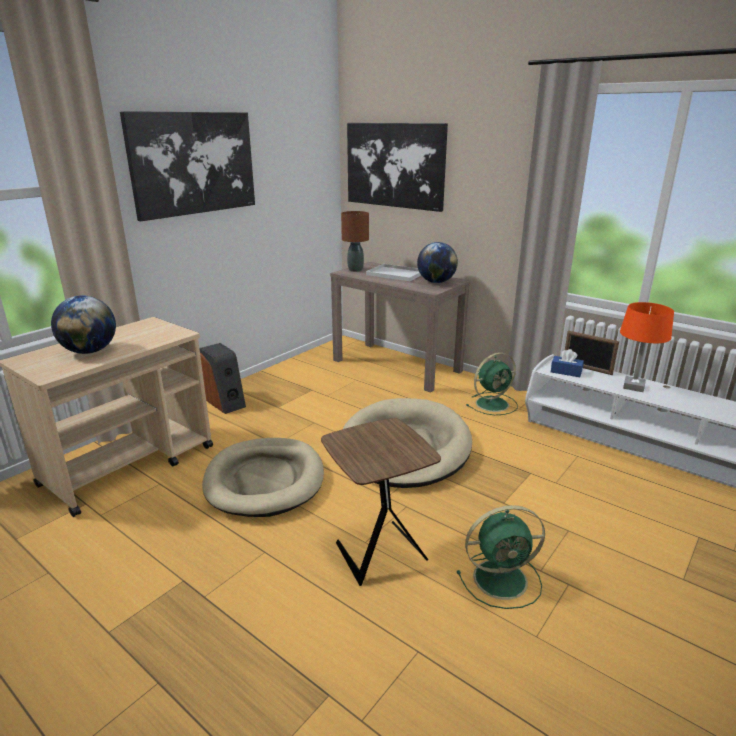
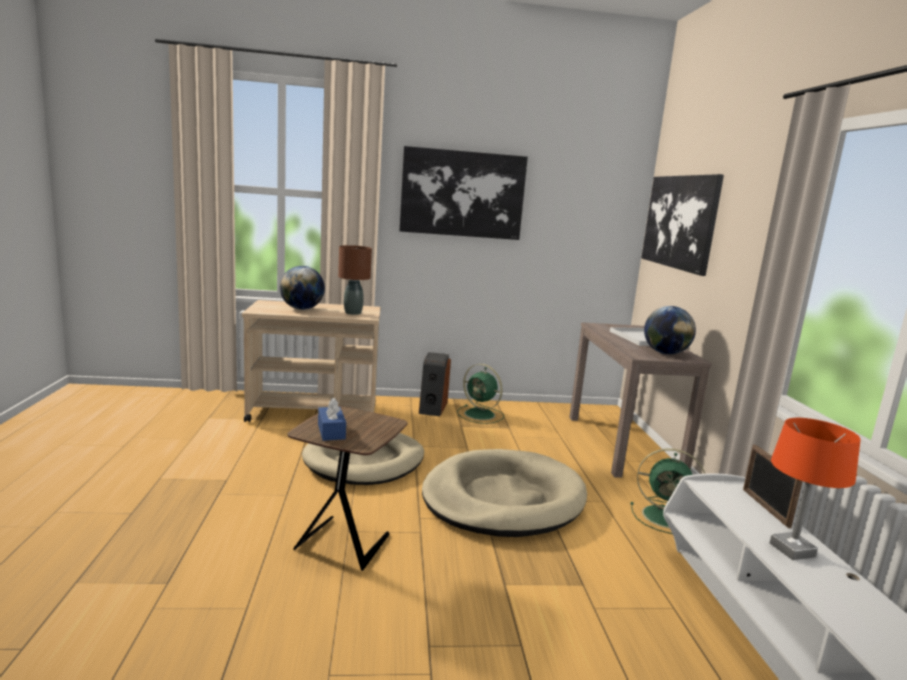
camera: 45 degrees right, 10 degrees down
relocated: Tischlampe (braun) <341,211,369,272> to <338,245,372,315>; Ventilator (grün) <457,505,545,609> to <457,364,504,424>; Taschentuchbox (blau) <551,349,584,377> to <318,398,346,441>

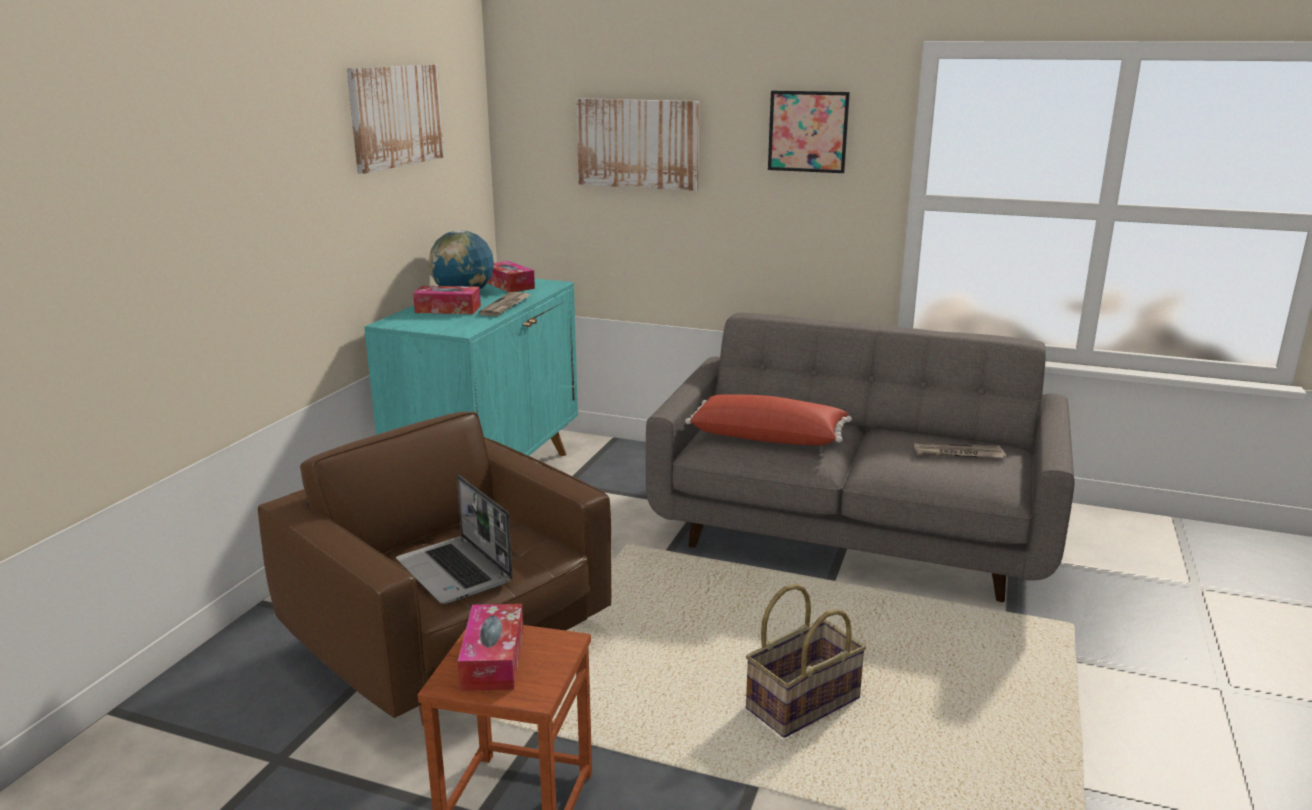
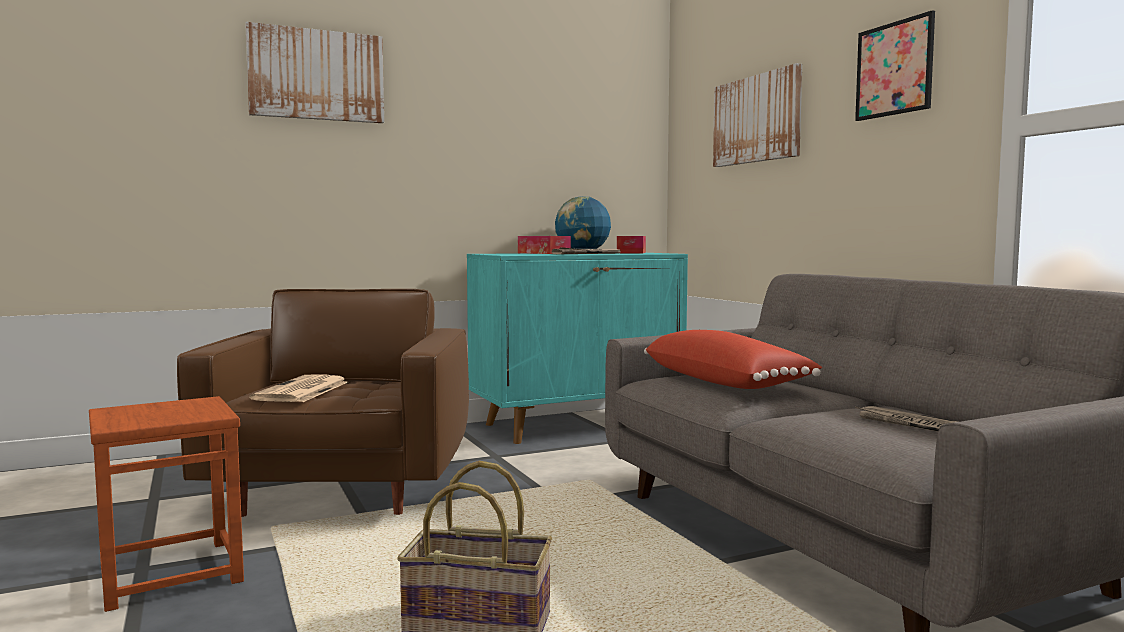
camera: 45 degrees right, 15 degrees down
missing: Taschentuchbox <458,604,524,691>
relocated: Bild <347,64,445,174> to <245,22,384,123>
exchanged: Laptop <396,475,513,604> to Zeitung <249,374,348,402>

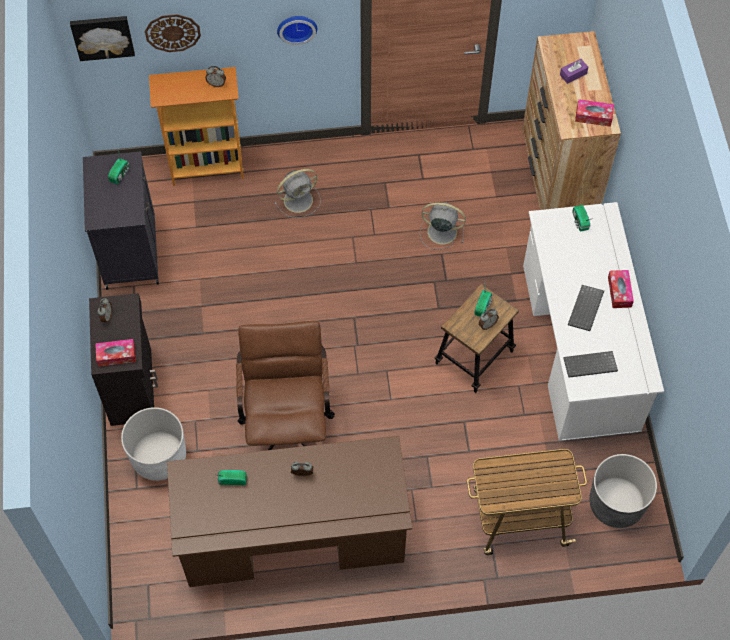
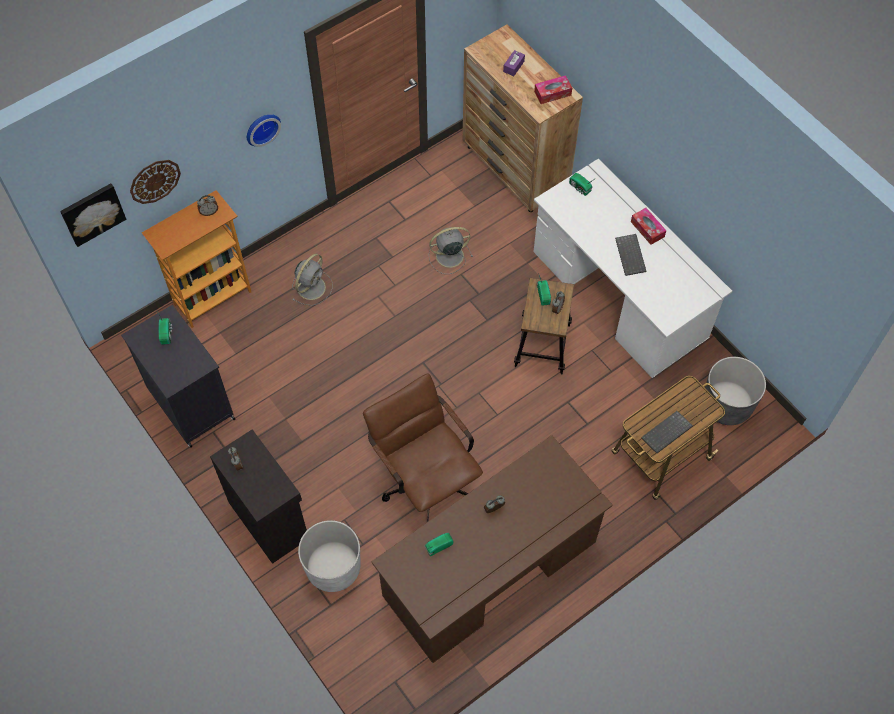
camera: 30 degrees left, 0 degrees up
missing: Taschentuchbox <95,339,136,367>
relocated: Tastatur <563,351,618,378> to <641,411,693,453>

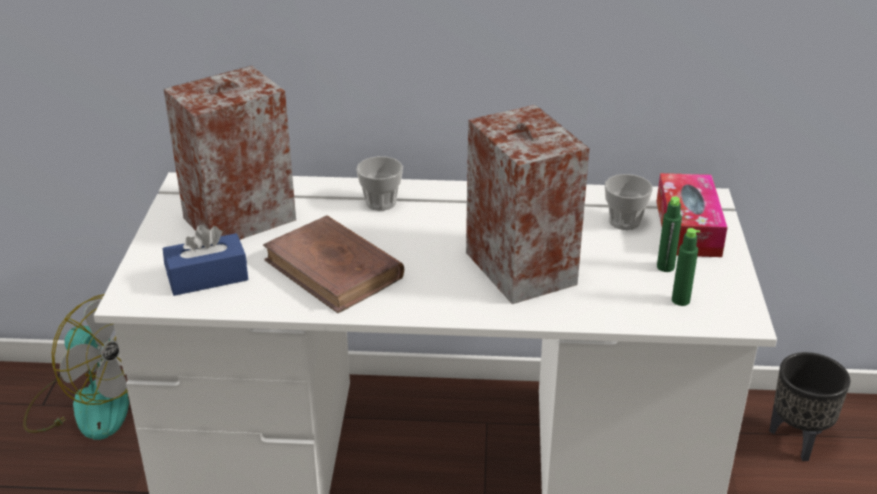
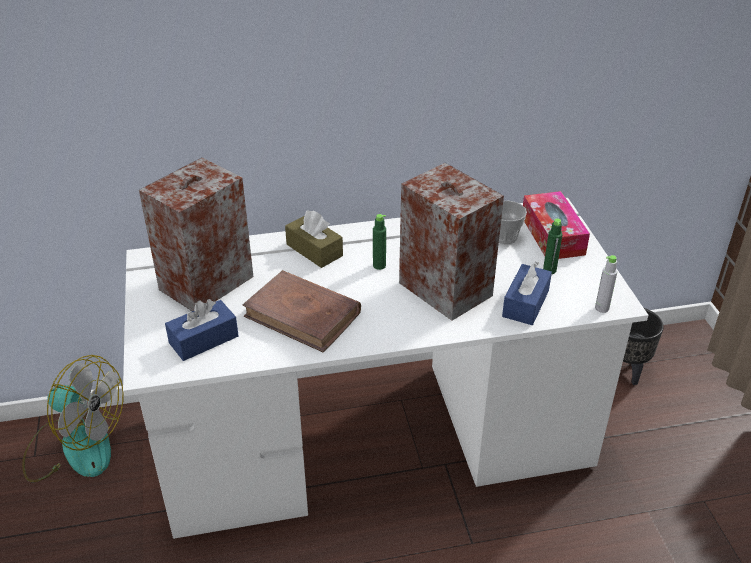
camera: 15 degrees left, 5 degrees up
appeared: Taschentuchbox (blau) <502,261,552,325>; Flasche (grau) <595,255,618,313>
relocated: Flasche (grün) <672,228,700,306> to <373,214,386,270>
exchanged: Tasse <356,156,403,211> to Taschentuchbox (braun) <285,210,343,268>

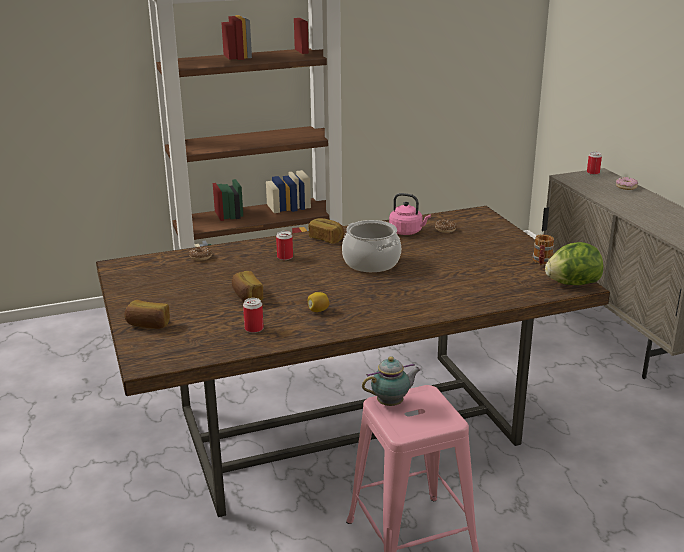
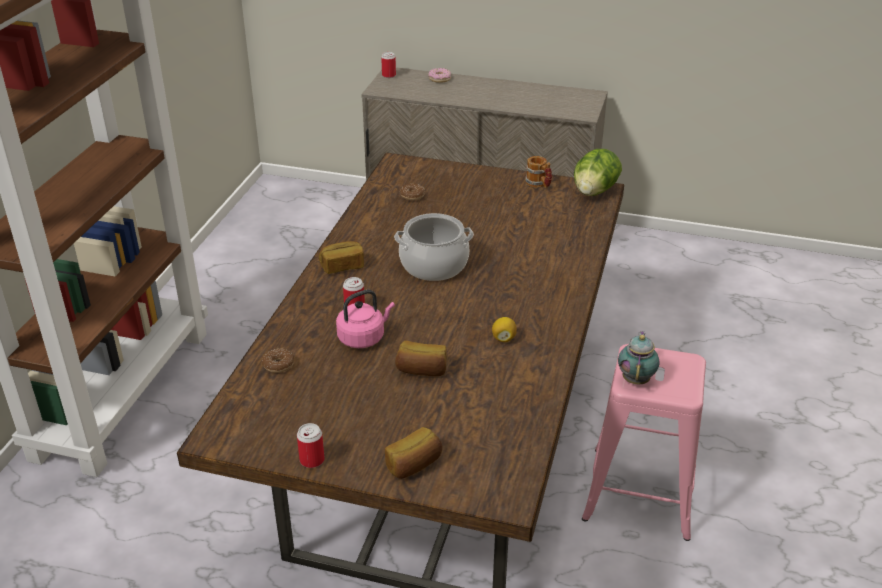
camera: 55 degrees left, 10 degrees up
relocated: Dose <243,298,264,333> to <297,423,325,468>; Wasserkessel (rosa) <389,193,431,235> to <336,290,395,348>

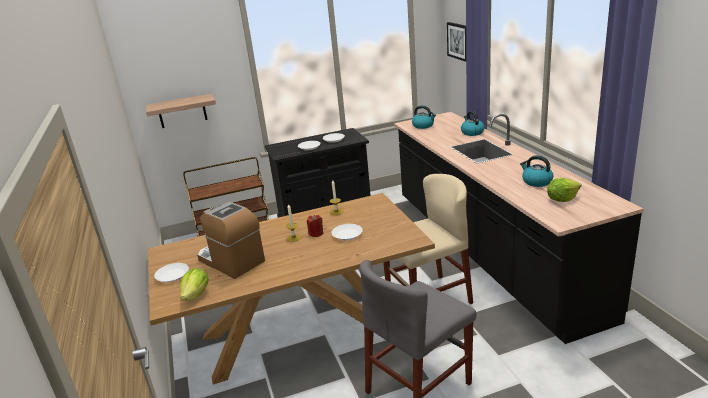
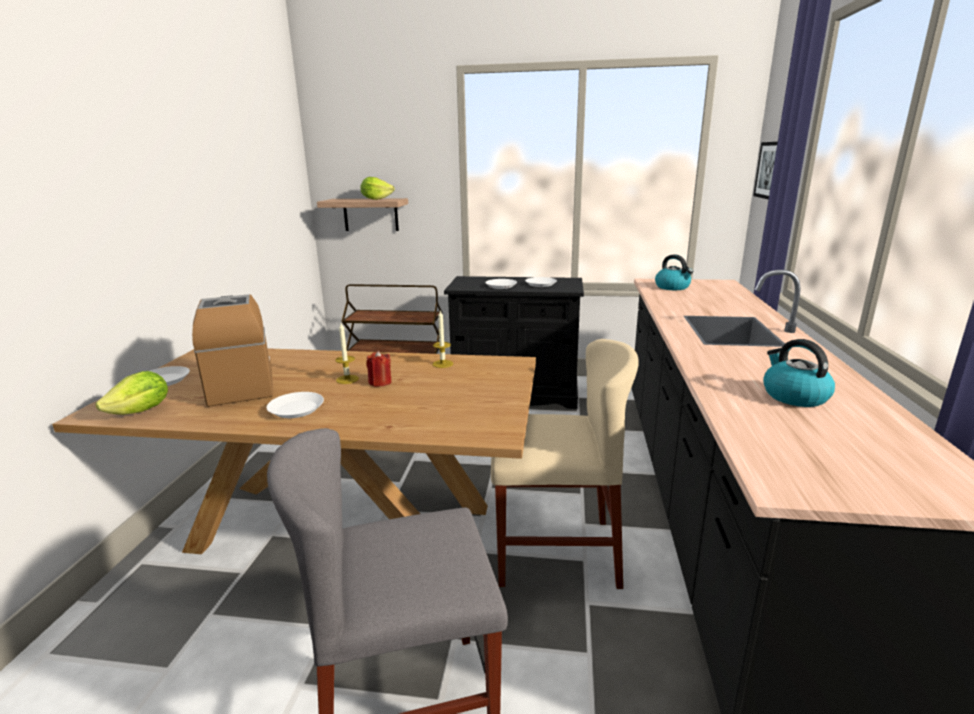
camera: 25 degrees right, 5 degrees down
missing: Wasserkessel <461,111,485,136>
relocated: Teller (weiß) <332,224,363,240> to <266,392,324,418>; Salatkopf <547,178,581,202> to <360,177,395,200>

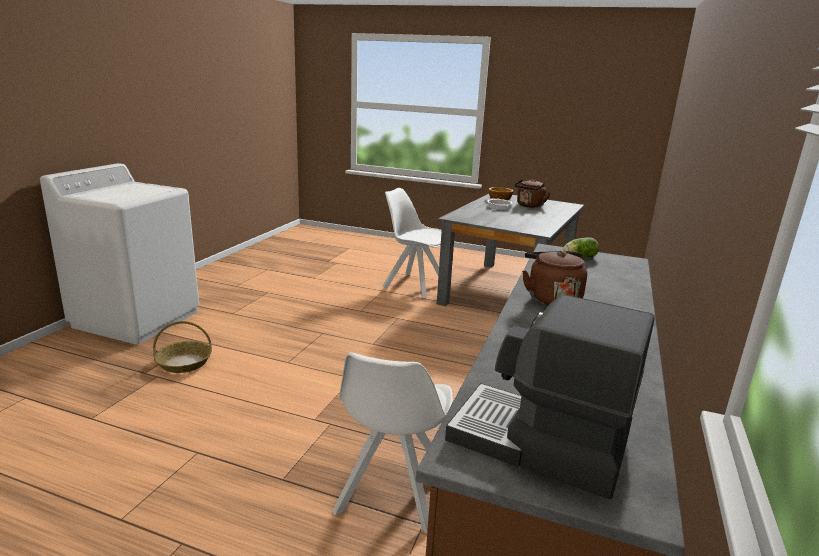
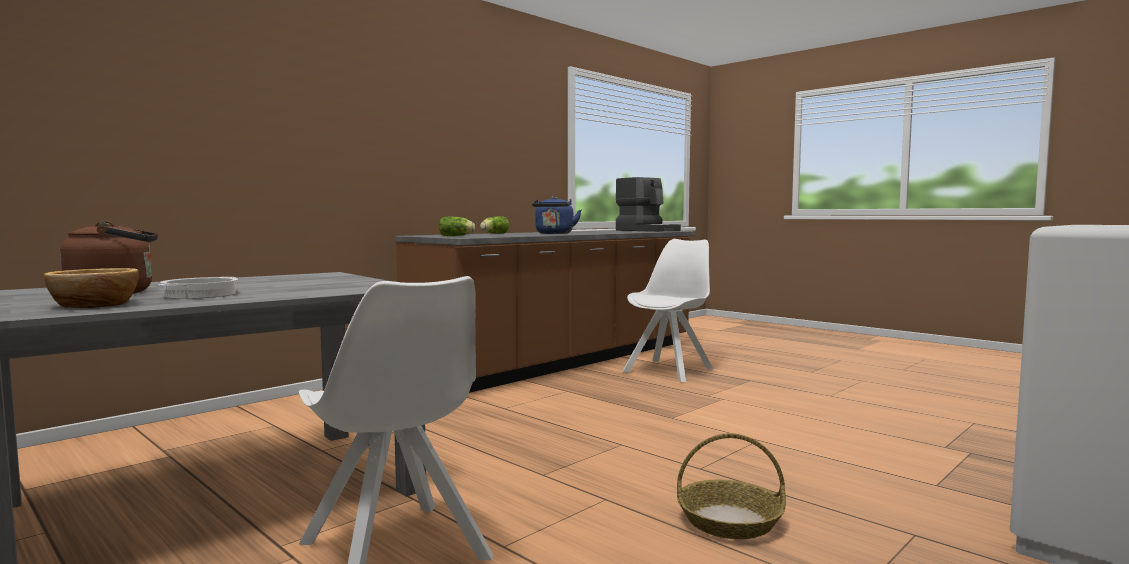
camera: 155 degrees left, 15 degrees down
appeared: Salatkopf <480,216,509,234>
relocated: Korb <153,321,212,373> to <677,433,786,539>
colour: Wasserkessel (braun) <522,251,587,306> to Wasserkessel (blau) <532,196,581,234>

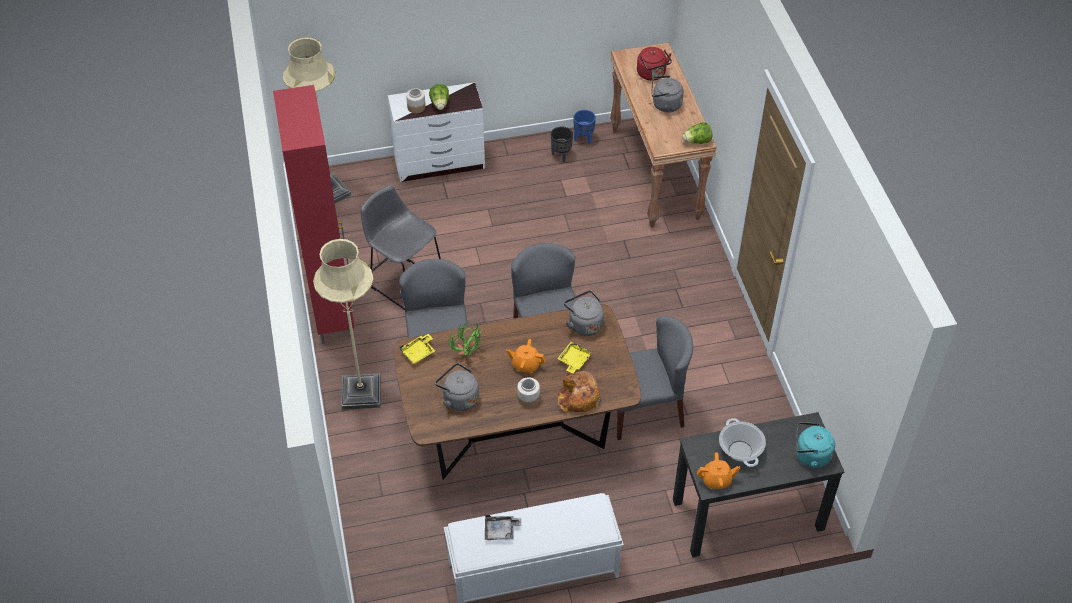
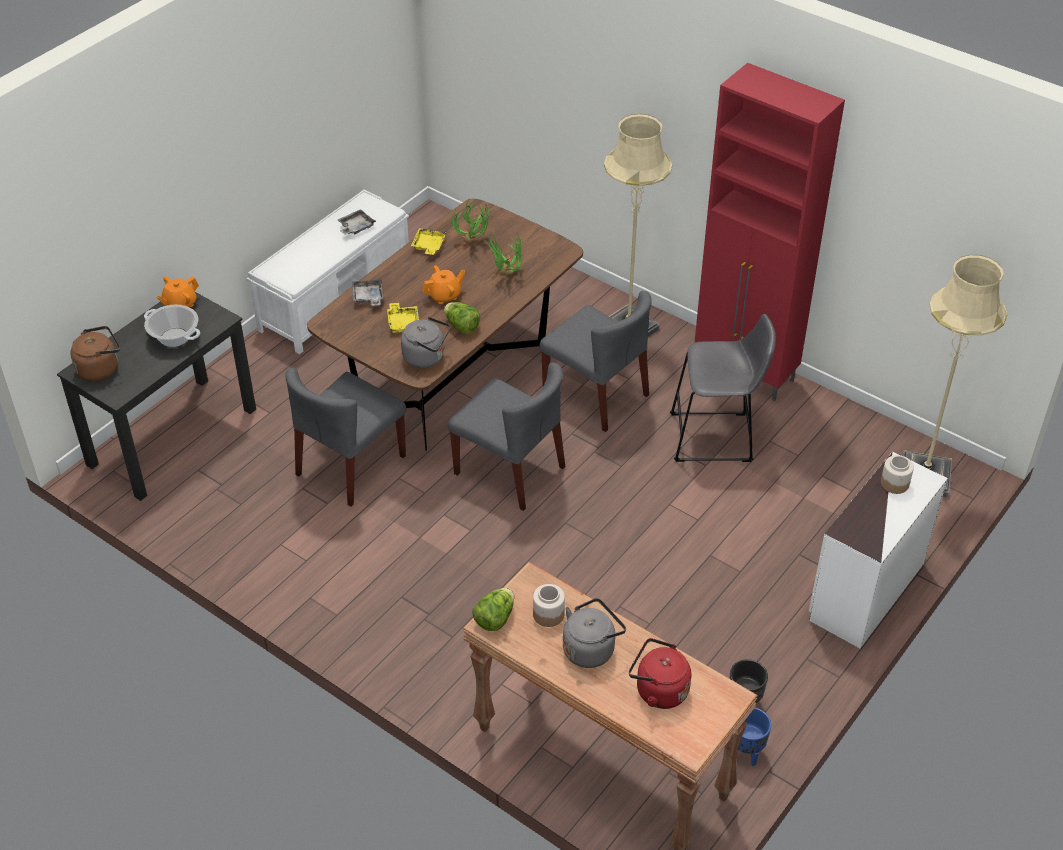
camera: 140 degrees right, 5 degrees down
relocated: Tablett (gelb) <399,334,435,364> to <411,228,446,255>; Salatkopf <429,84,449,110> to <444,302,480,334>; Vorratsglas <517,377,540,407> to <533,584,565,627>
exchanged: Wasserkessel (grau) <435,363,479,411> to Topfpflanze <452,200,491,242>; Brot <557,371,600,412> to Tablett (grau) <352,280,383,306>
colour: Wasserkessel (türkis) <796,422,835,468> to Wasserkessel (braun) <70,326,120,381>

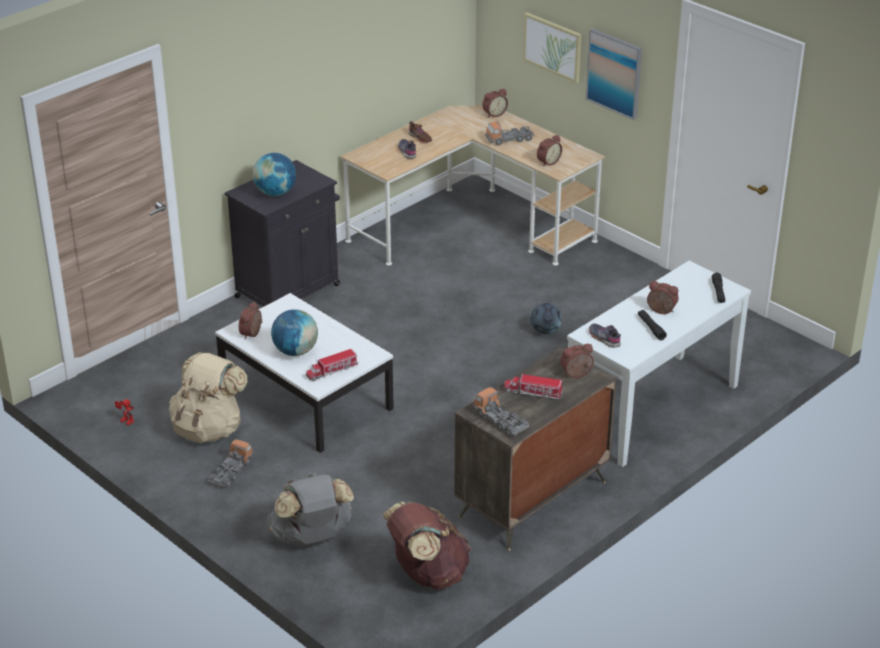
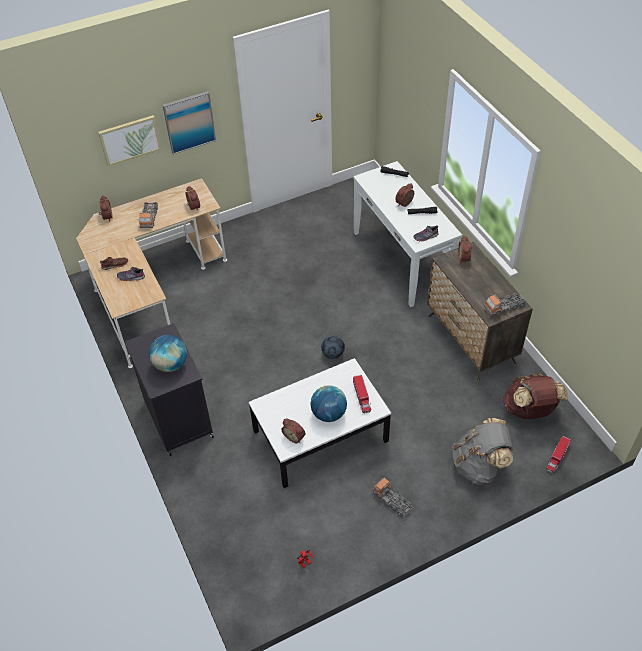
camera: 70 degrees left, 15 degrees up
missing: Rucksack (beige) <169,352,247,443>
relocated: Spielzeuglaster <504,374,564,399> to <546,436,571,473>; Fußball <530,303,562,335> to <321,335,345,359>

